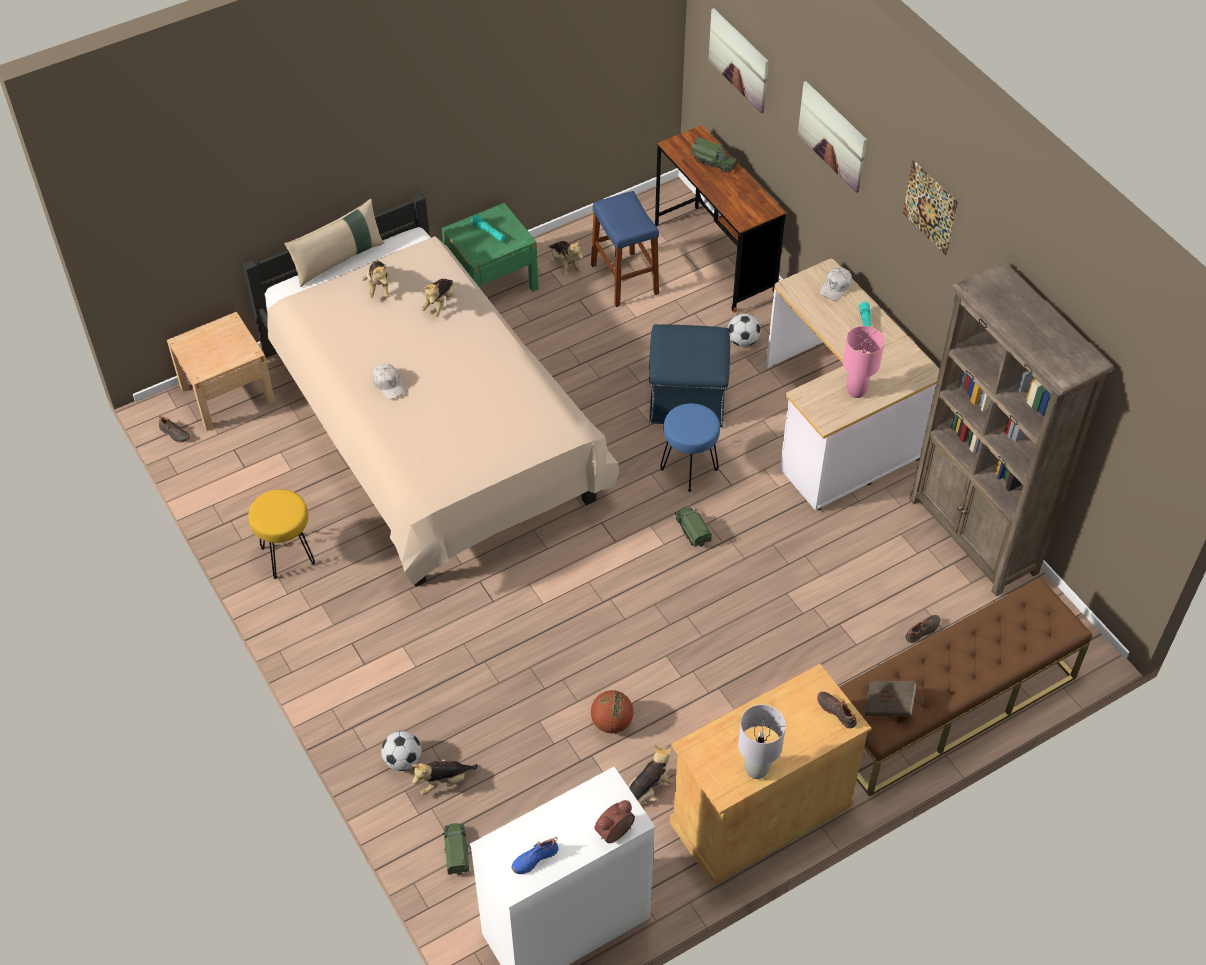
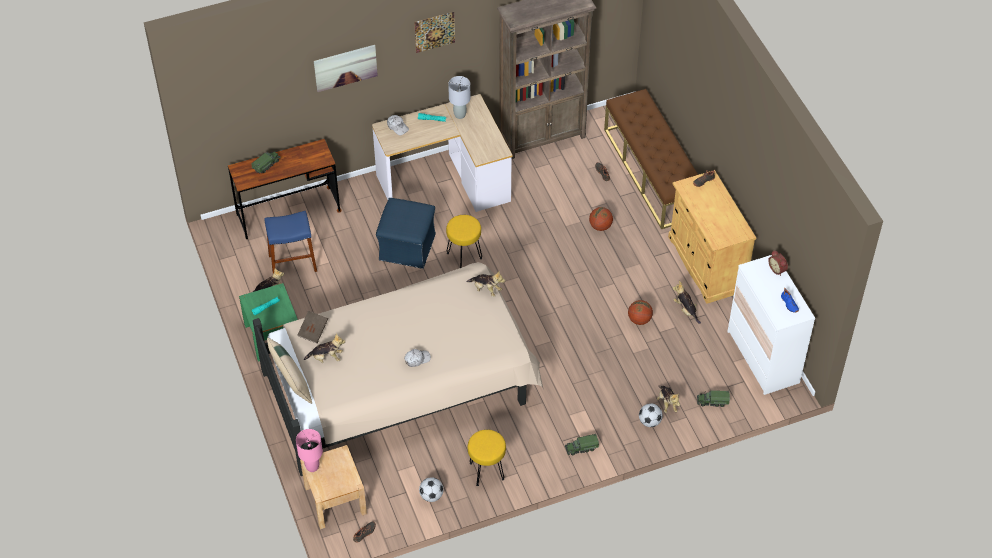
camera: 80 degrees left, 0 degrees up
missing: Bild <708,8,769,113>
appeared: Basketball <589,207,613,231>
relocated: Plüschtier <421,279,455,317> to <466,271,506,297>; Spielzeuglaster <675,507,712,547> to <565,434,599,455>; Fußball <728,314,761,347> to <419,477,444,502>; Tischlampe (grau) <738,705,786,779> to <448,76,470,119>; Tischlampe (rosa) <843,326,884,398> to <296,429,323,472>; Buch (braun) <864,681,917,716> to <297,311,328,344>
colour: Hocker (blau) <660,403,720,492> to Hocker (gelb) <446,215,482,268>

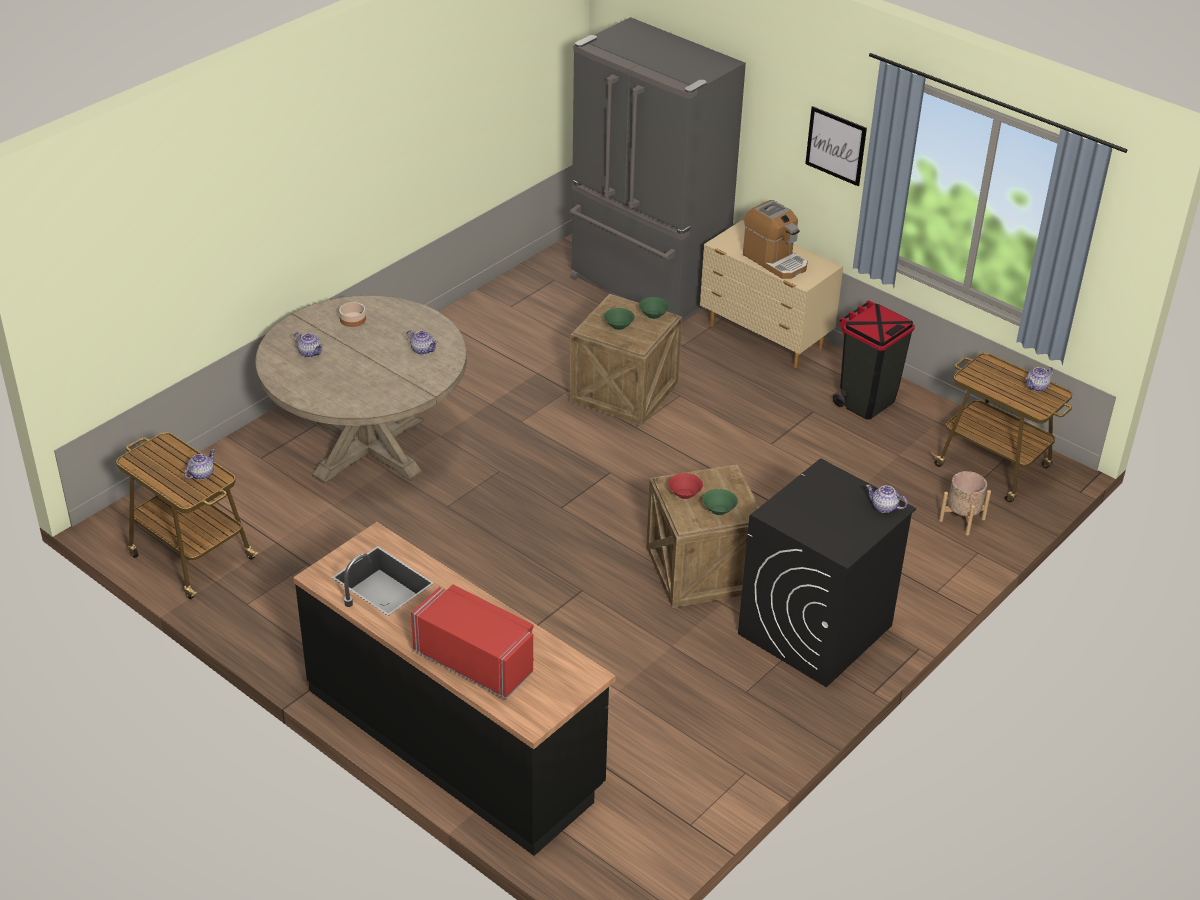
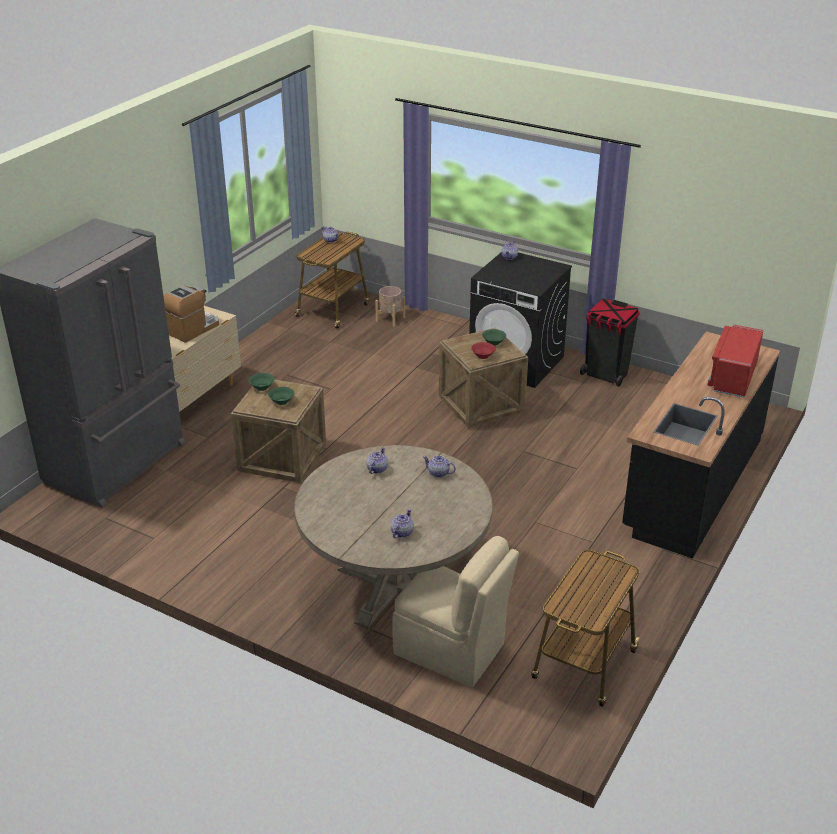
camera: 100 degrees left, 5 degrees down
missing: Schüssel <339,302,366,327>; Bild <805,106,867,186>
appeared: Stuhl (beige) <392,536,519,687>
relocated: Teekanne <184,449,215,480> to <422,455,456,478>; Mülleimer (schwarz) <833,300,915,420> to <580,299,640,387>

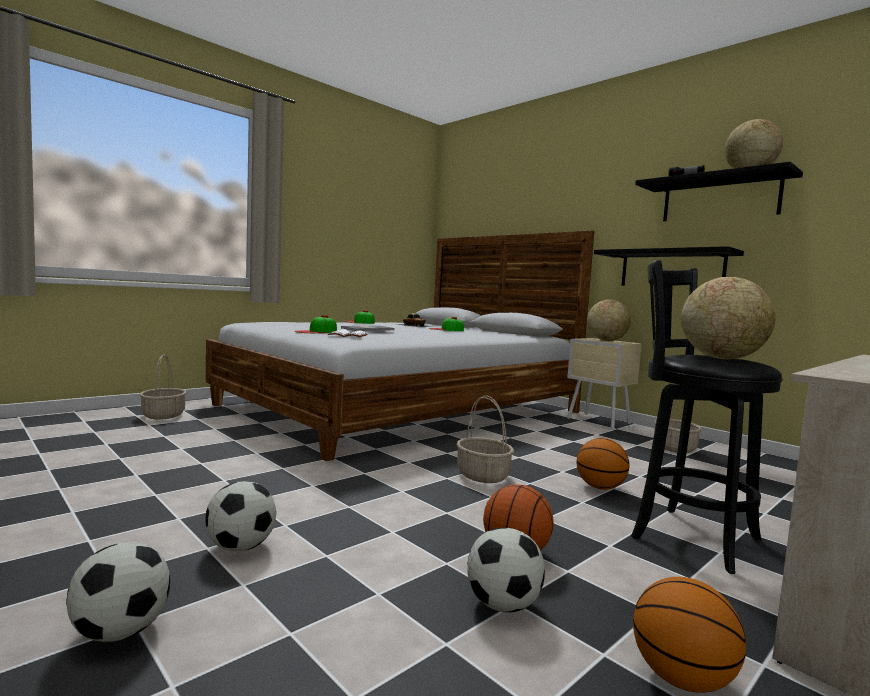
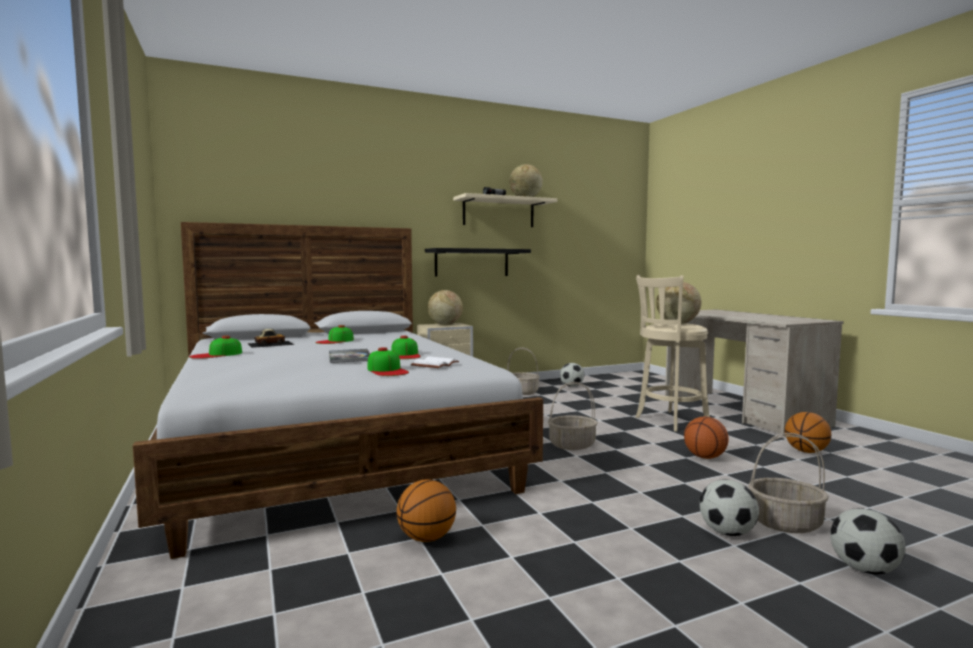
camera: 70 degrees left, 0 degrees up
appeared: Kappe <391,336,421,359>
relocated: Korb <140,354,187,420> to <748,433,829,533>; Fußball <467,528,545,612> to <560,363,584,387>; Basketball <577,438,630,490> to <397,479,456,542>
colour: Hocker (schwarz) <631,260,783,574> to Hocker (beige) <635,275,710,432>; Wandregal (schwarz) <635,162,803,221> to Wandregal (beige) <453,193,558,227>

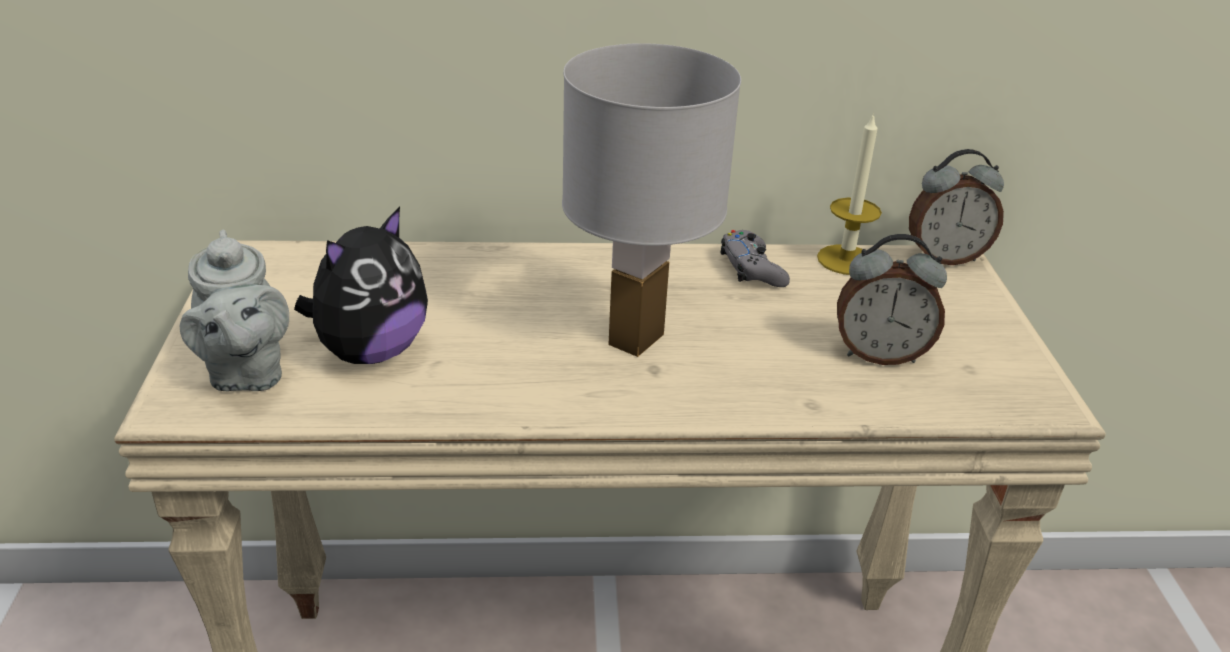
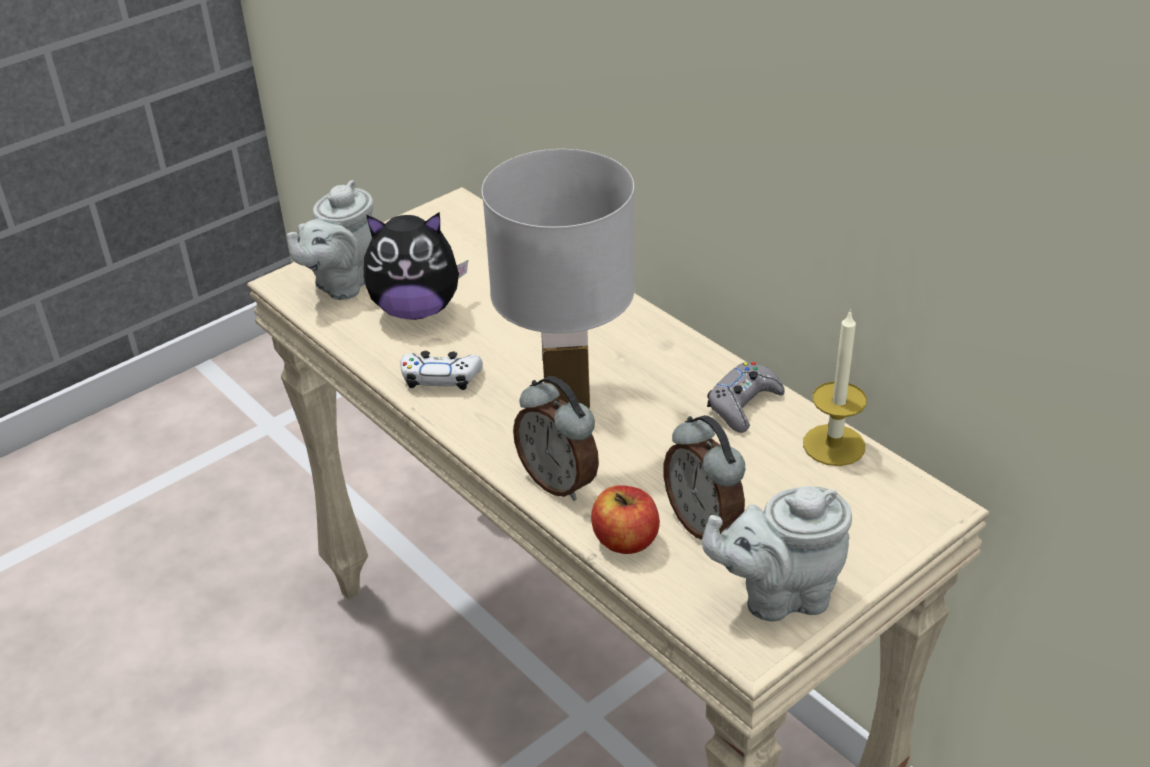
camera: 55 degrees right, 5 degrees up
appeared: Gamepad (weiß) <400,351,483,390>; Apfel <591,485,660,554>; Teekanne (grau) <702,486,852,622>
relocated: Wecker <909,149,1004,265> to <513,376,599,501>

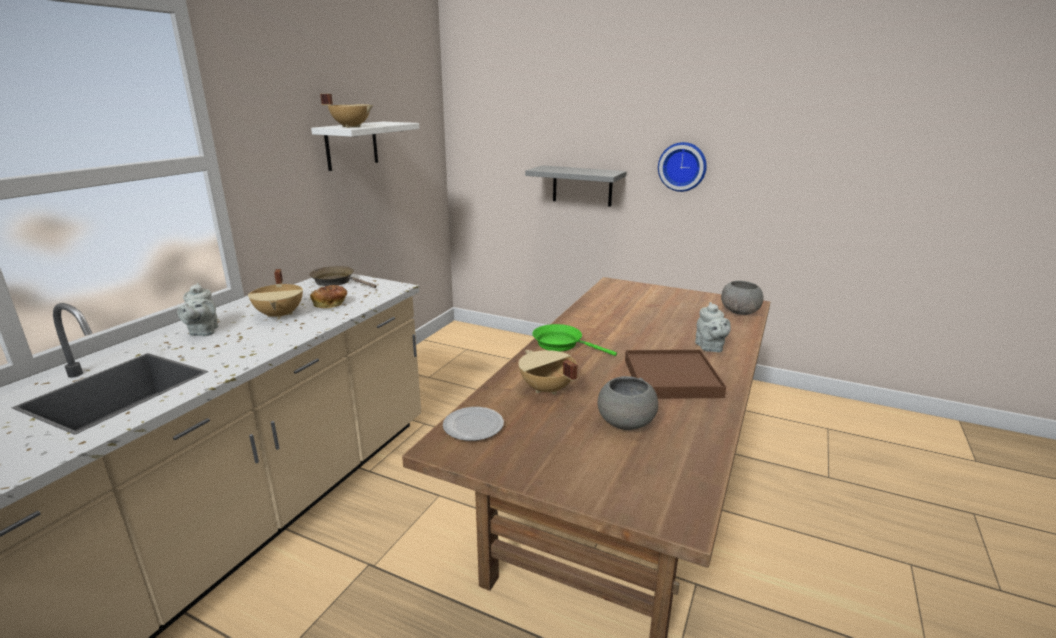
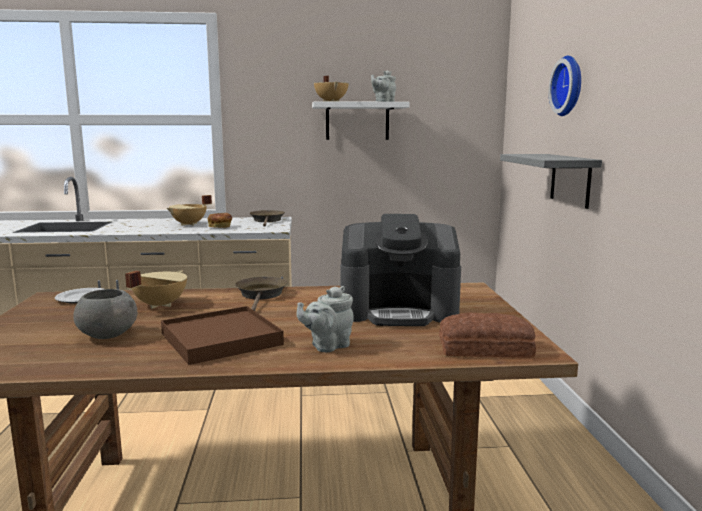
camera: 60 degrees right, 10 degrees down
appeared: Kaffeemaschine <340,214,461,326>
relocated: Teekanne (grau) <177,283,218,336> to <371,70,396,102>; Wanduhr <658,142,707,192> to <549,55,581,116>
exchanged: Schüssel (grau) <721,281,764,315> to Brot <439,313,536,358>
colour: Pfanne (grün) <532,324,617,356> to Pfanne (braun) <235,277,288,311>

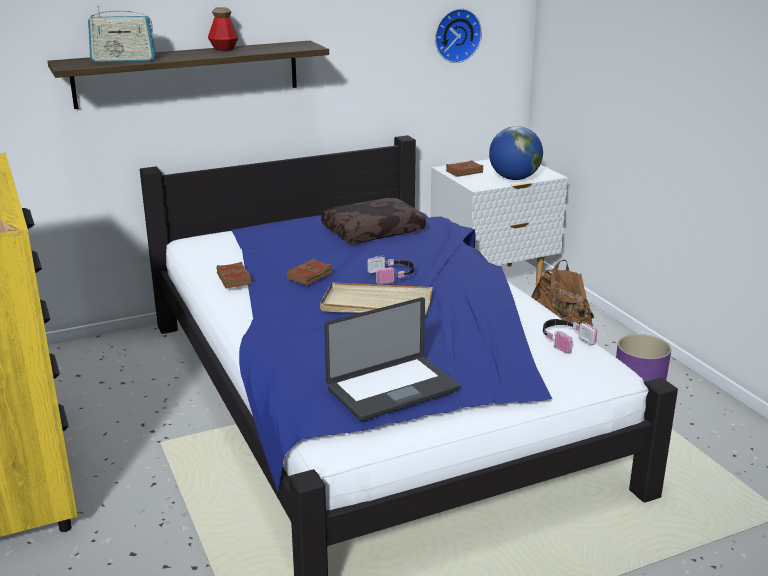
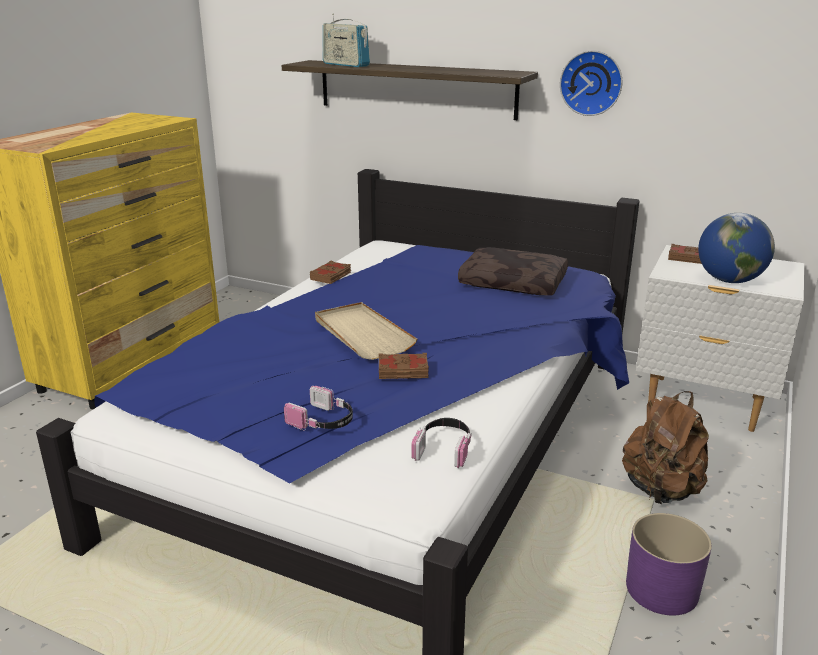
camera: 50 degrees right, 0 degrees up
missing: Flasche <208,7,239,51>; Laptop <324,297,460,421>
relocated: Buch (braun) <287,259,332,285> to <379,353,429,379>; Kopfhörer <367,256,414,284> to <284,386,353,431>; Wanduhr <435,8,482,63> to <560,51,622,116>

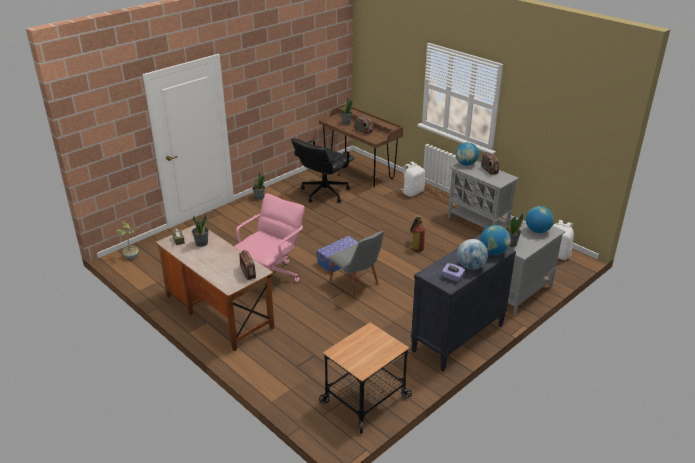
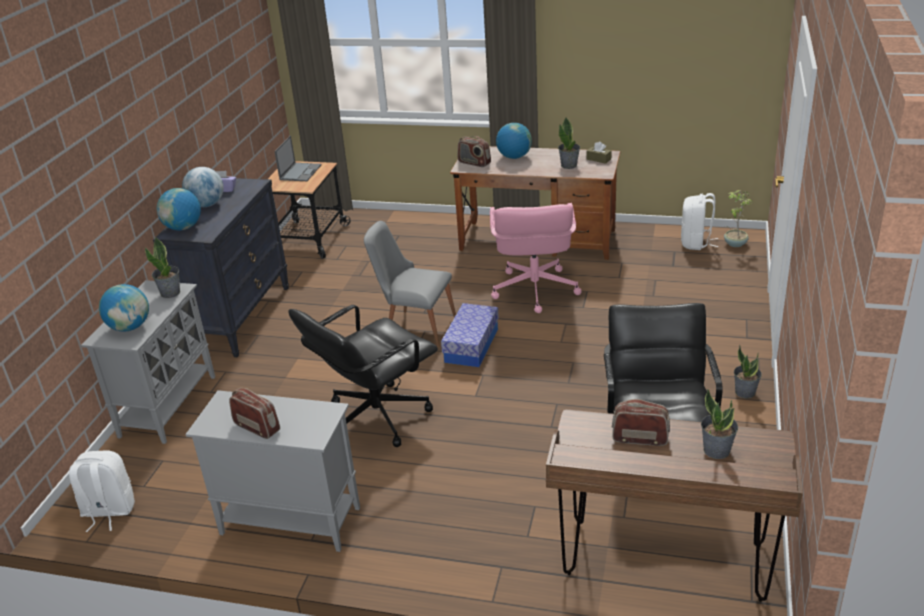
camera: 150 degrees right, 0 degrees up
appeared: Laptop <274,136,322,181>
relocated: Rucksack (weiß) <401,162,425,197> to <681,193,719,250>; Globus <456,142,479,165> to <496,123,532,159>
exchanged: Feuerlöscher <410,215,425,252> to Bürostuhl (schwarz) <288,305,438,447>

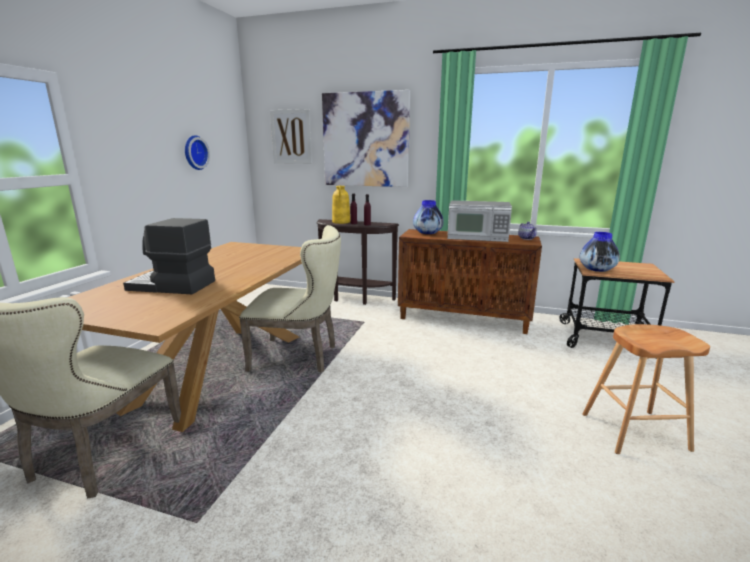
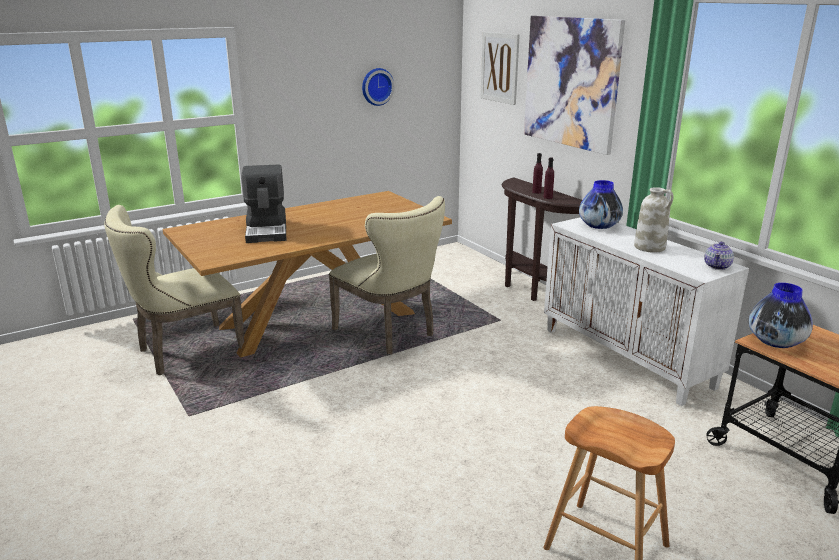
camera: 40 degrees right, 5 degrees up
missing: Vase (gelb) <332,185,350,224>
exchanged: Mikrowelle <447,200,512,242> to Vase (weiß) <634,187,674,253>
colour: Schrank (braun) <398,229,542,334> to Schrank (weiß) <544,217,749,406>
spun: Kaffeemaschine <123,218,215,294> = <241,164,286,243> 150 degrees counterclockwise

